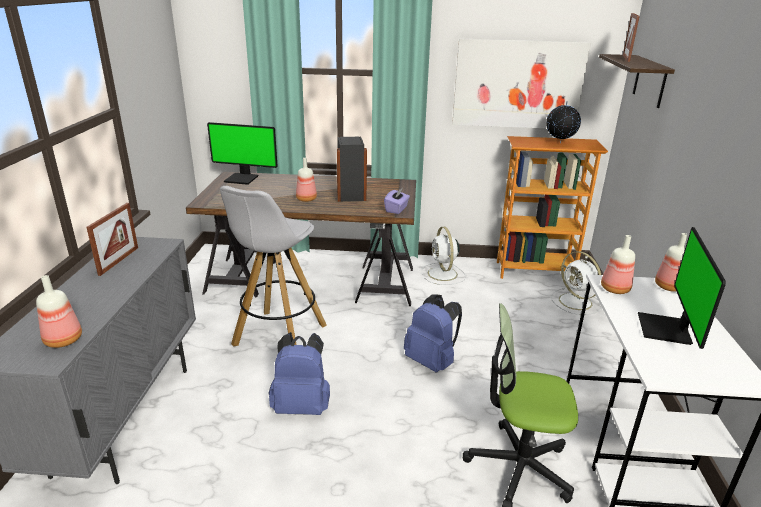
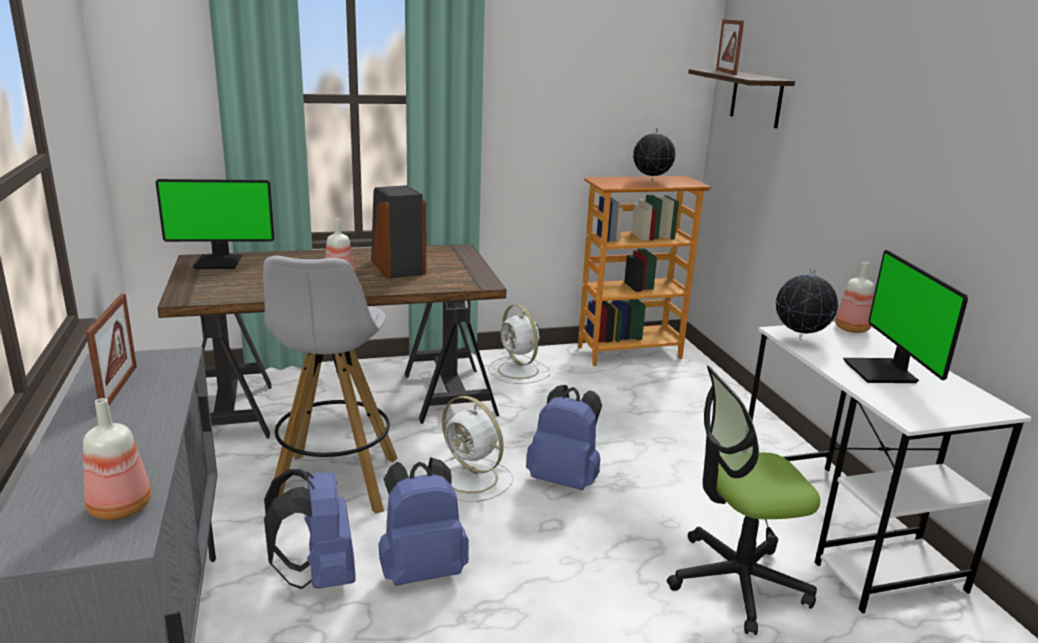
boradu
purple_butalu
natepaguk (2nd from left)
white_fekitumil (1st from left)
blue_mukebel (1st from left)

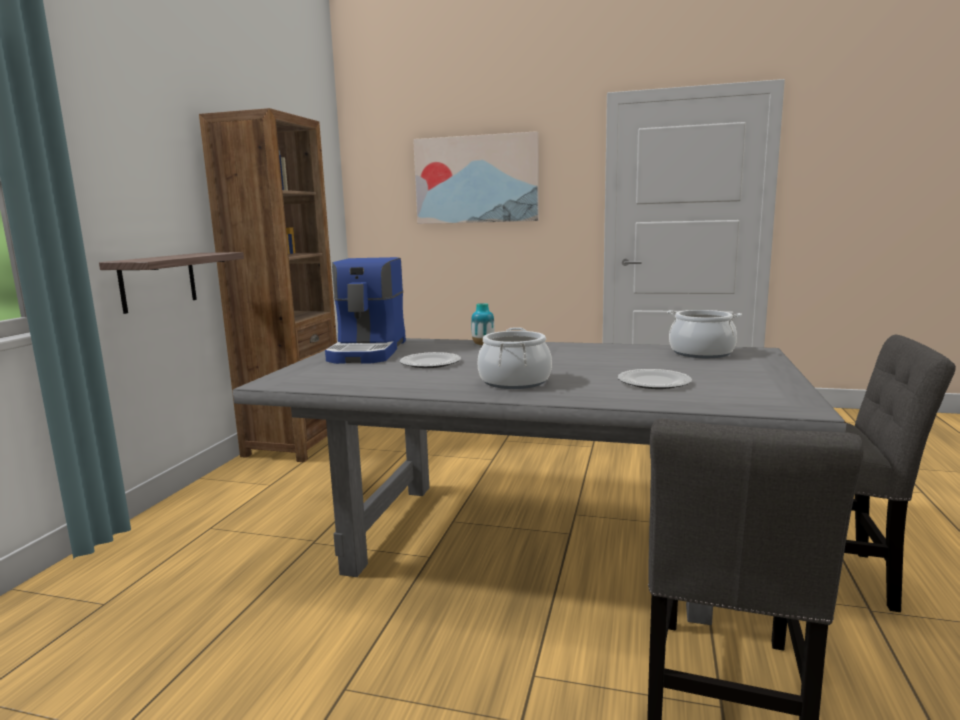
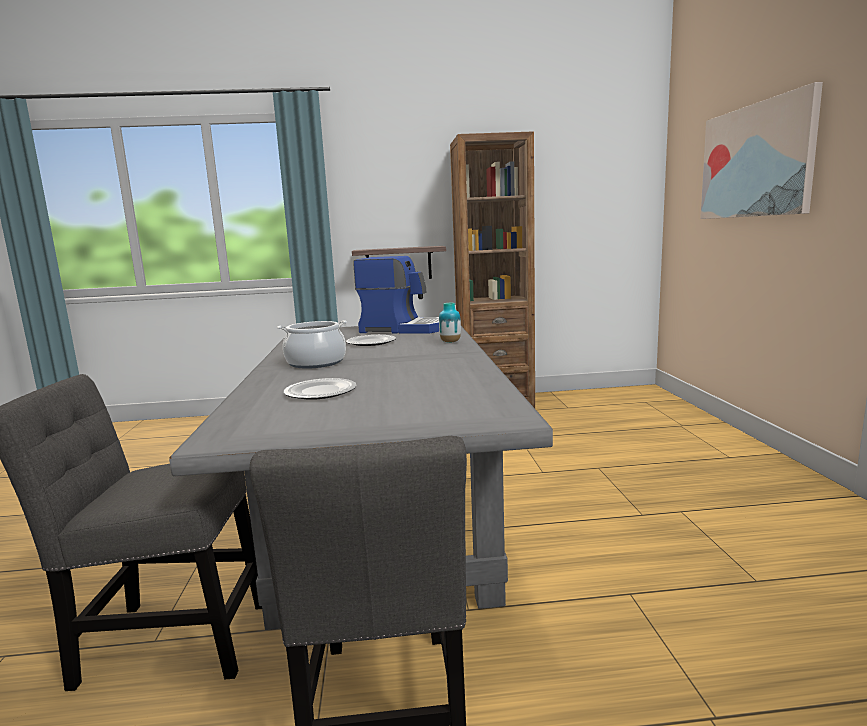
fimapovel
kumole (2nd from left in the first image)

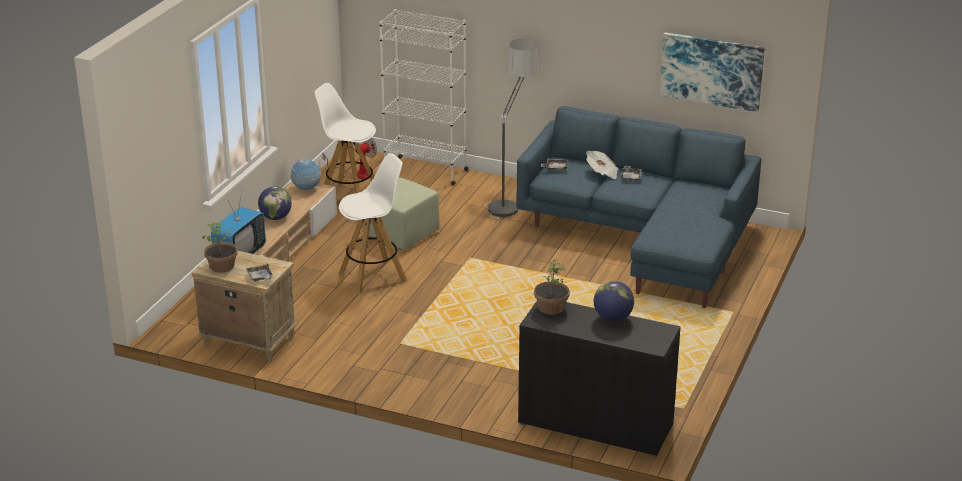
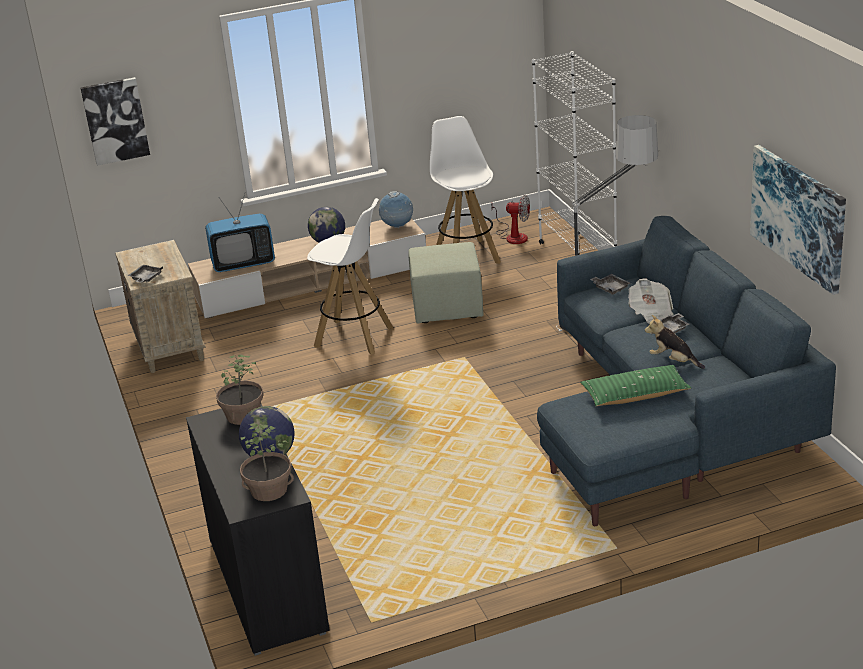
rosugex (2nd from left)
boradu (1st from left)
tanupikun
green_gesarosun

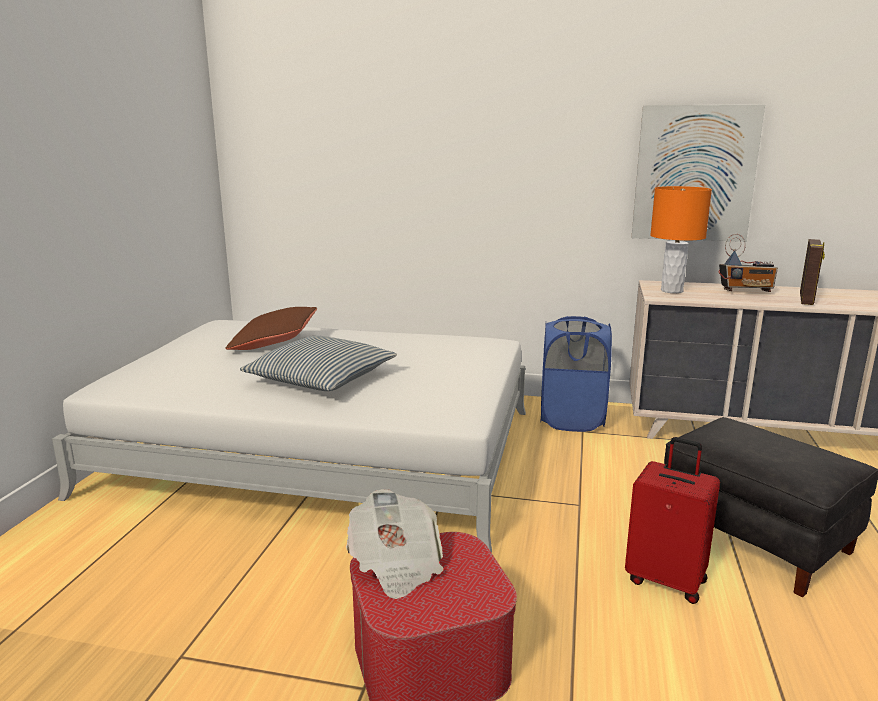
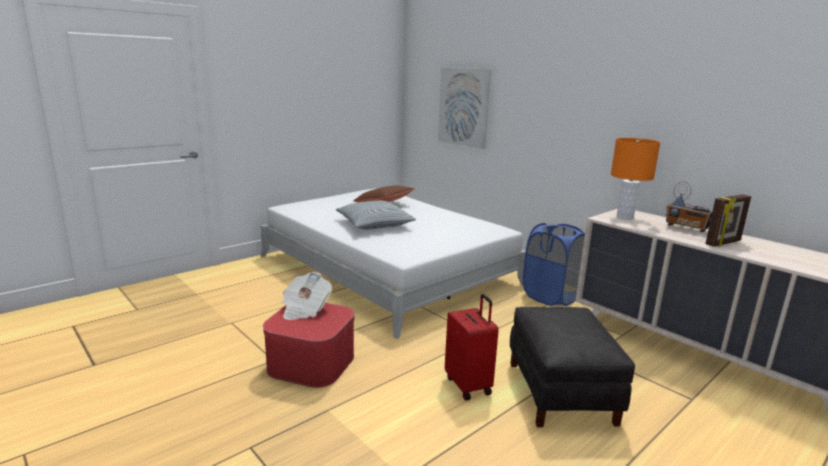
boradu

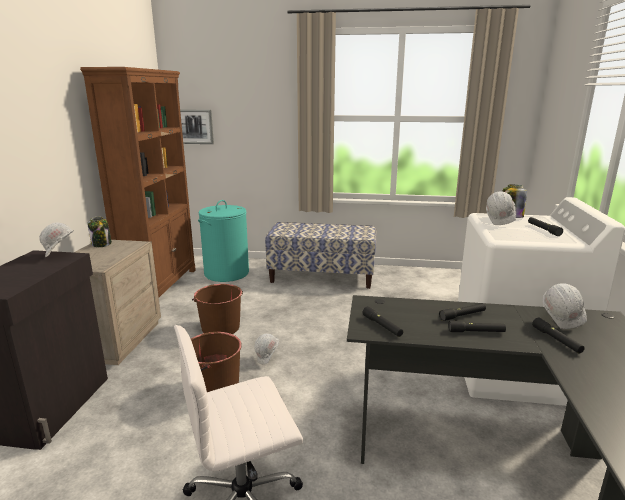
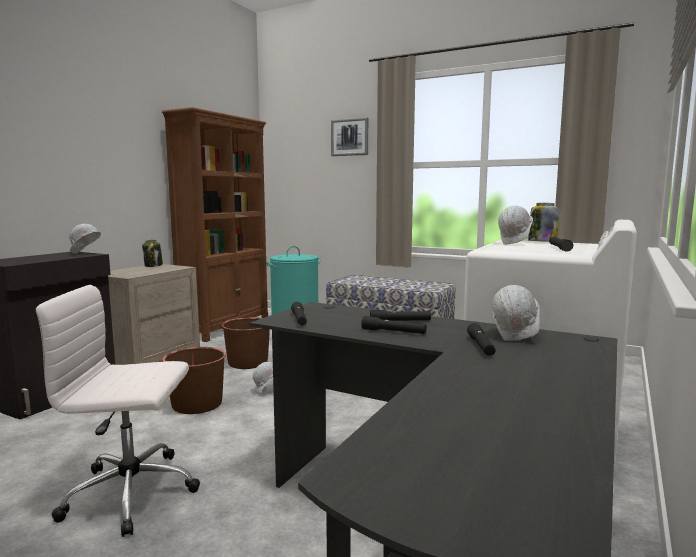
boradu

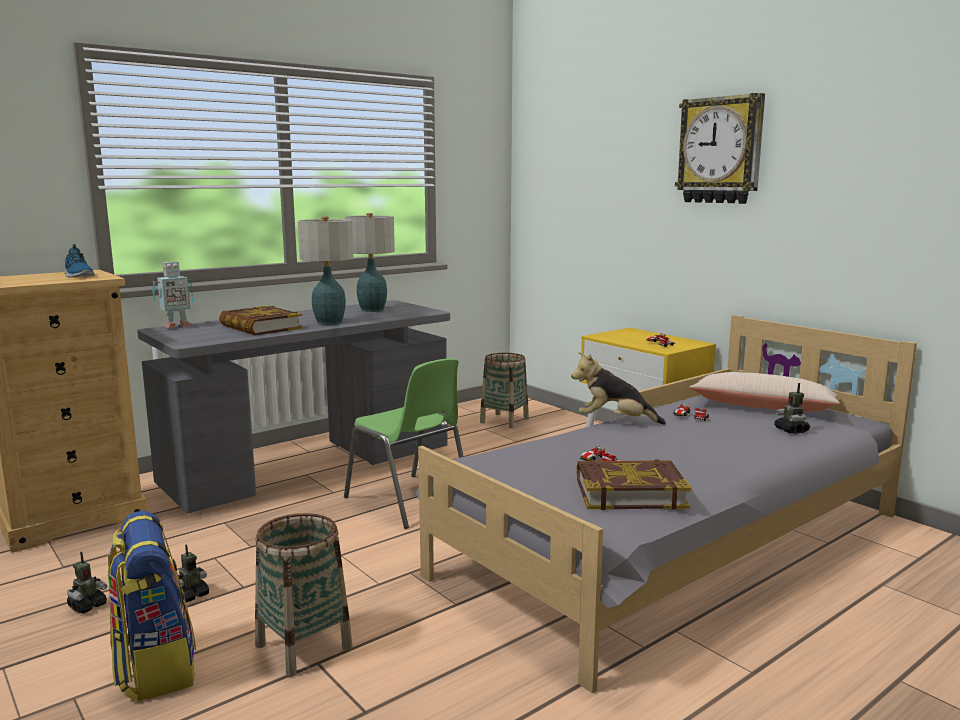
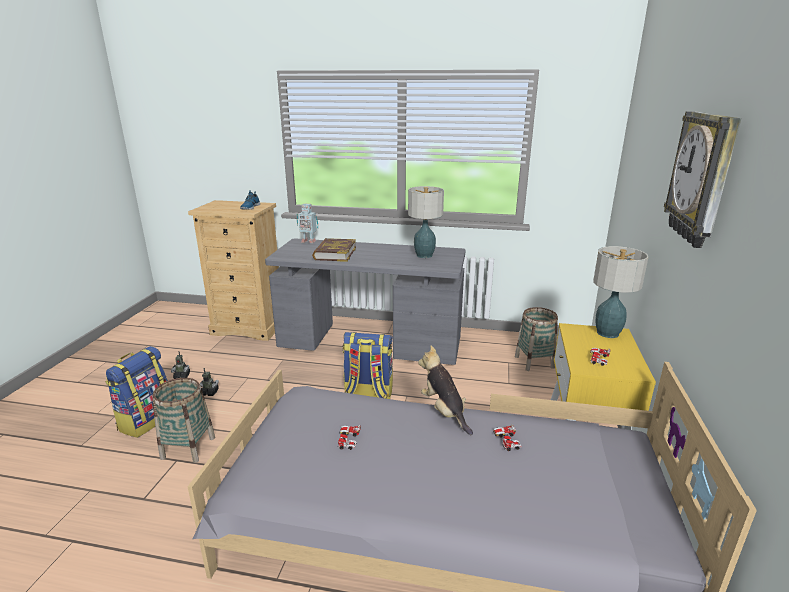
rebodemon (2nd from left)
mukebel (2nd from left)
beige_gesarosun
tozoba (4th from left in the first image)
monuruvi (2nd from left in the first image)

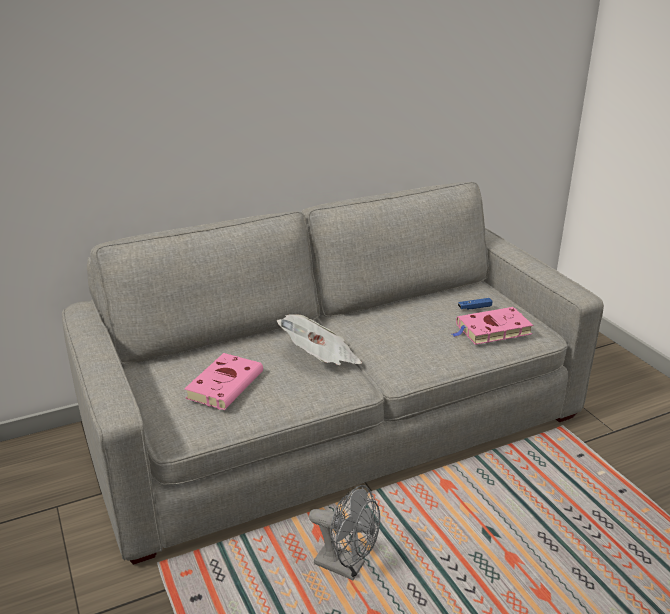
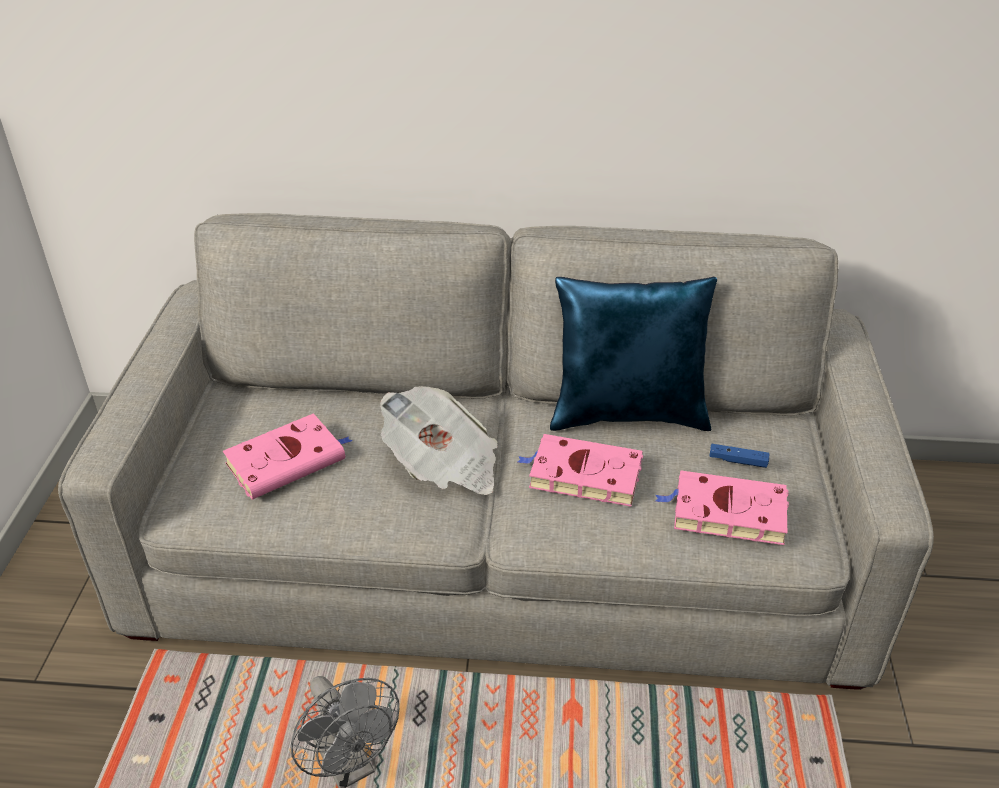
blue_gesarosun
pink_monuruvi (2nd from left)

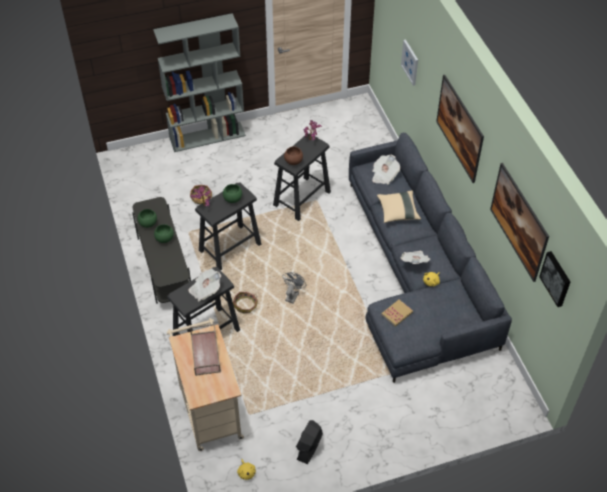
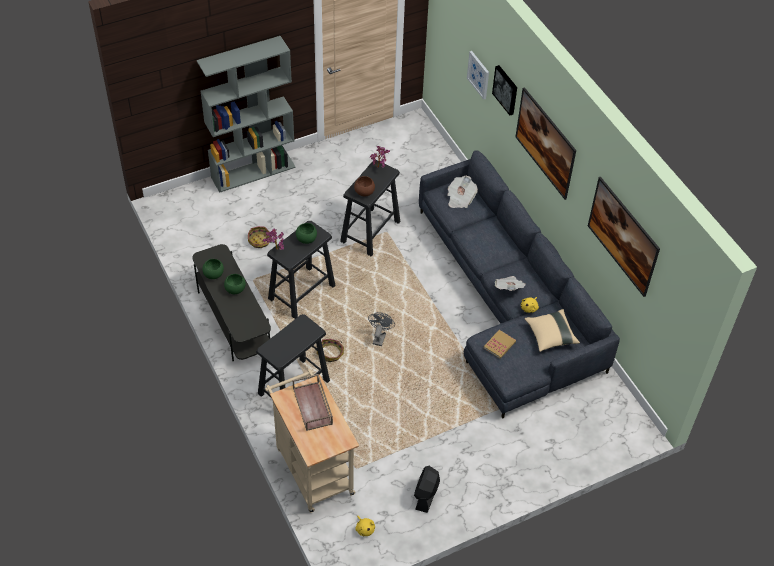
beige_gesarosun
boradu (2nd from left)
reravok (1st from left in the first image)

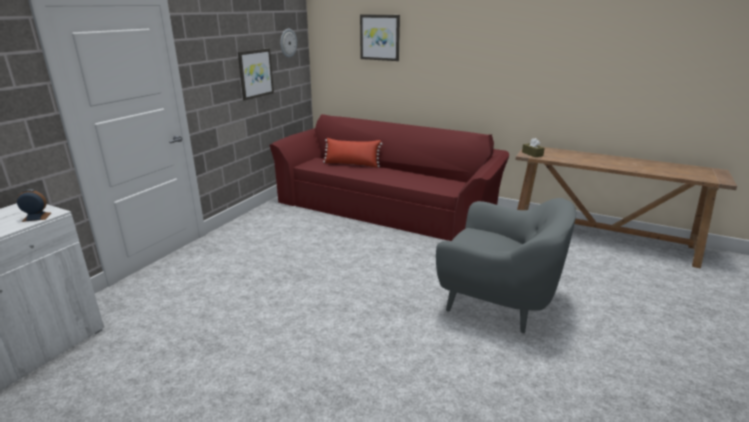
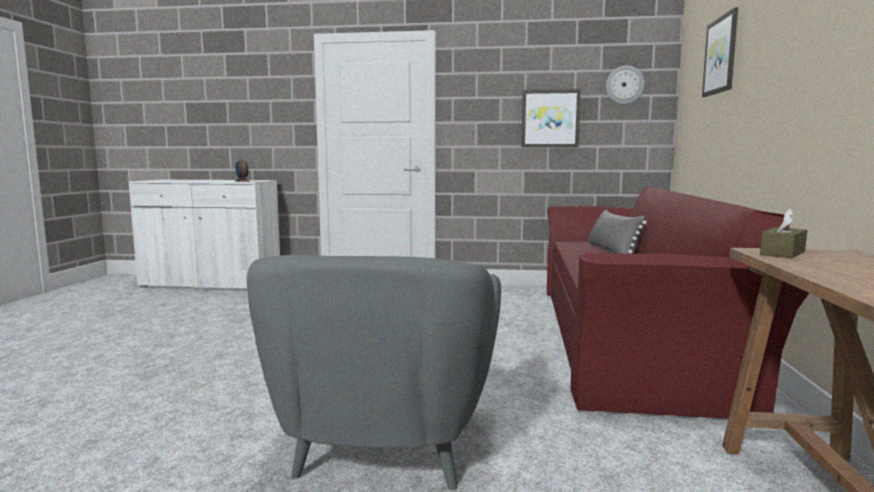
grey_gesarosun

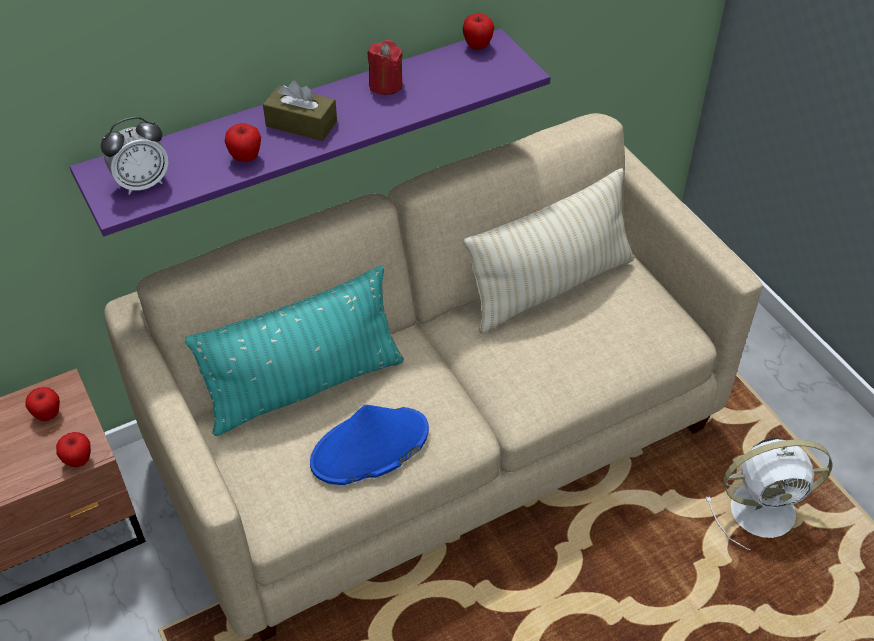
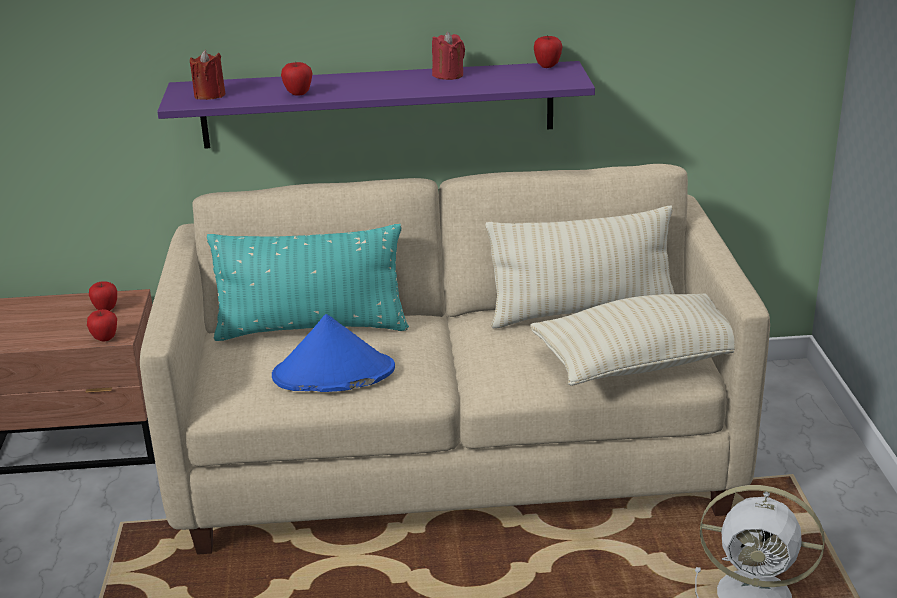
brown_butalu
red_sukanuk (1st from left)
beige_gesarosun (2nd from left)

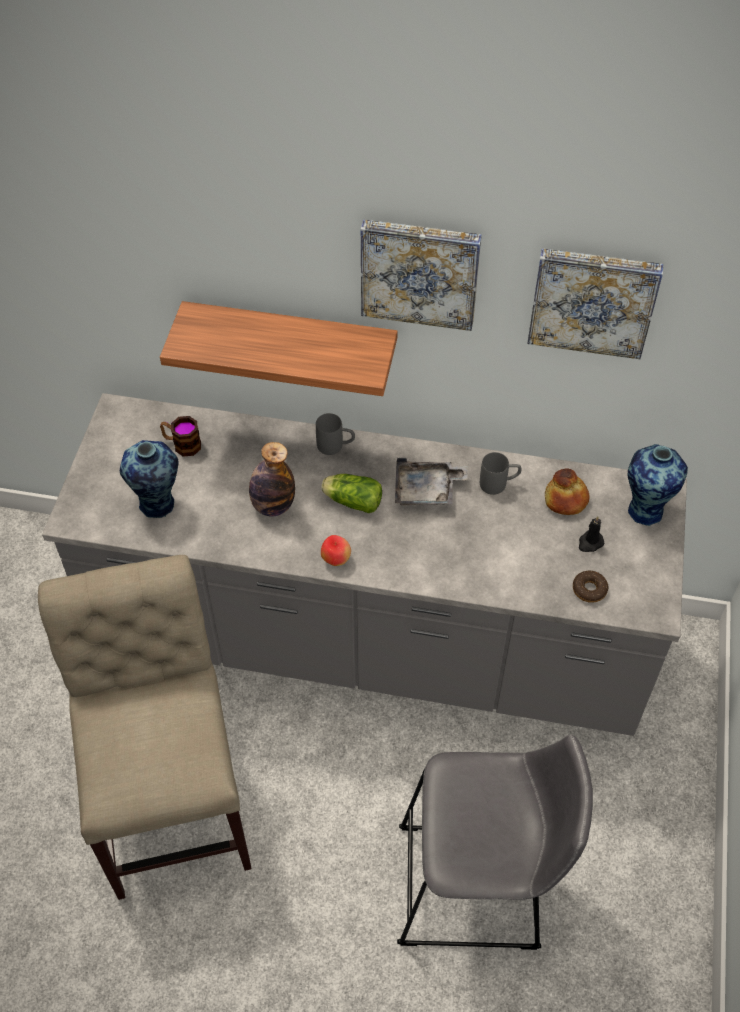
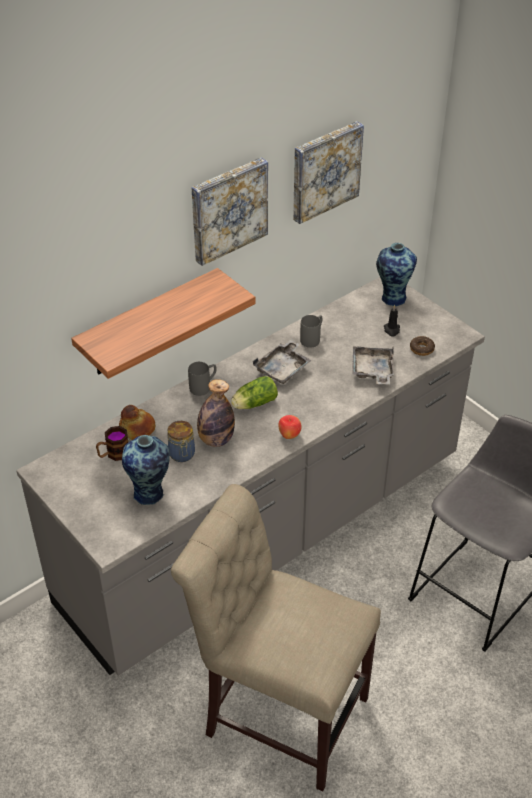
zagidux
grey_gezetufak (2nd from left)
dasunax

